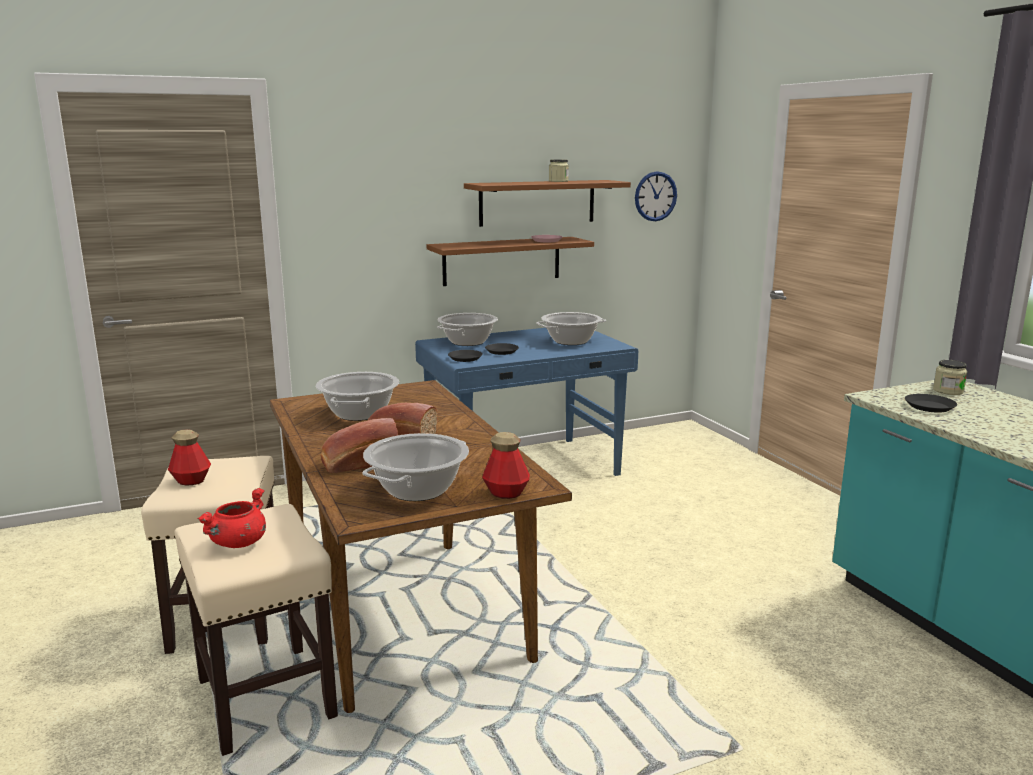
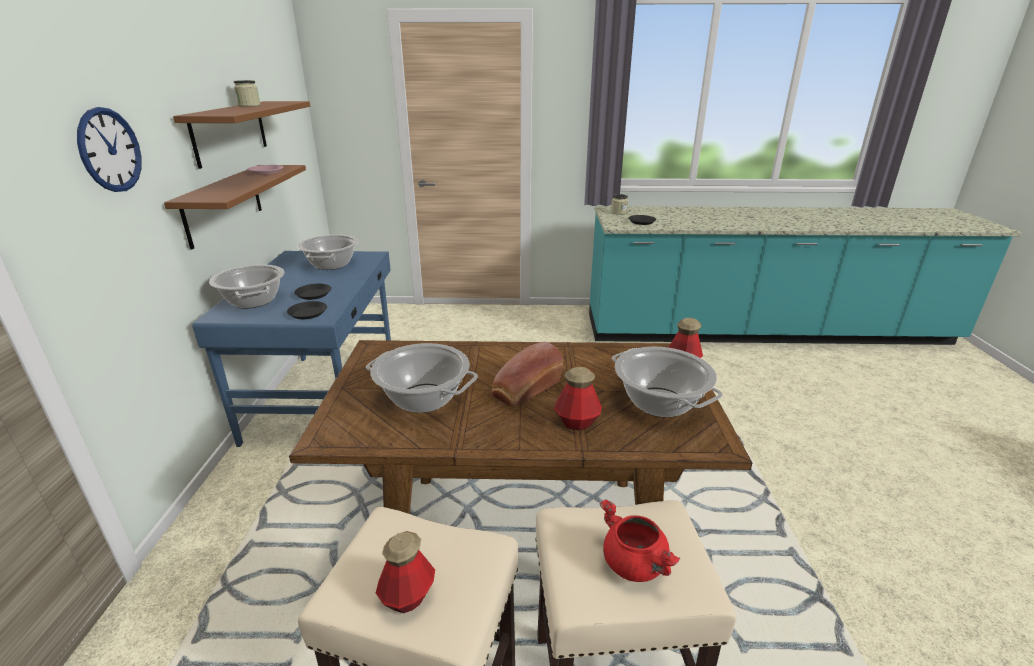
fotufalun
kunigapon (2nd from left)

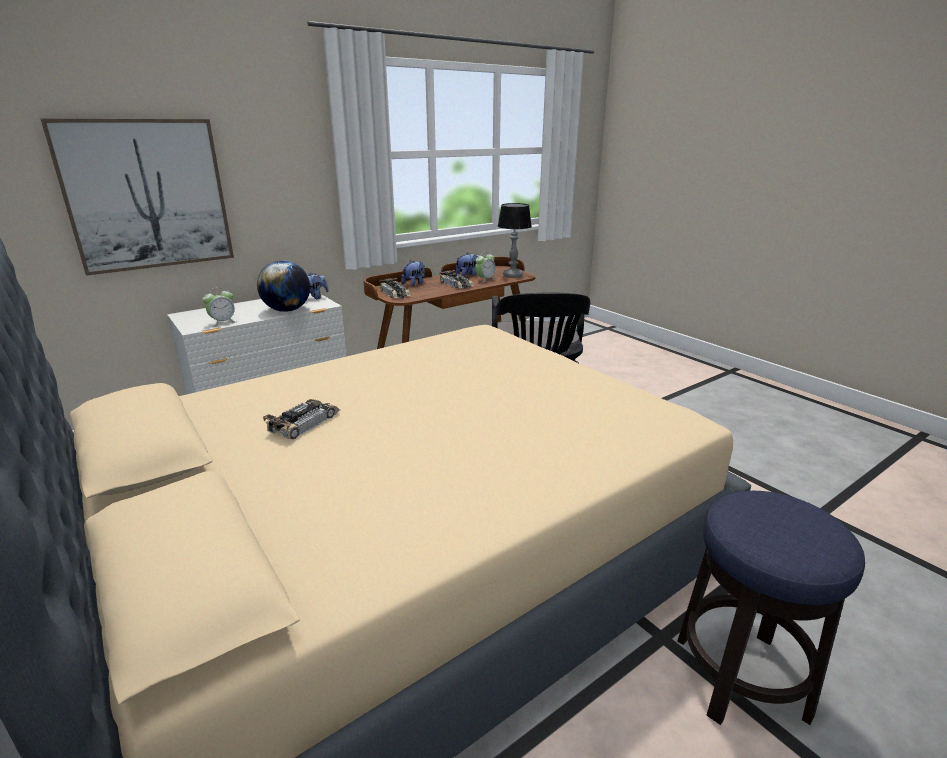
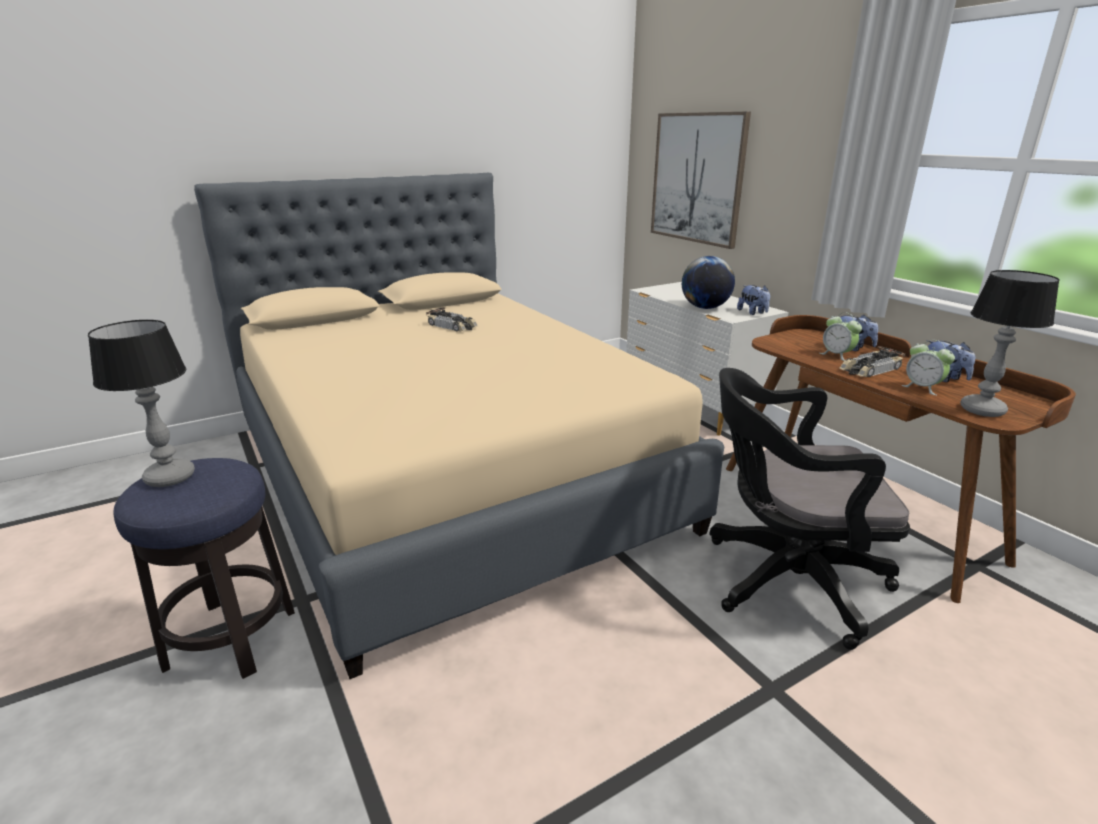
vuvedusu (2nd from left in the first image)
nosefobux (1st from left)
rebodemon (1st from left)

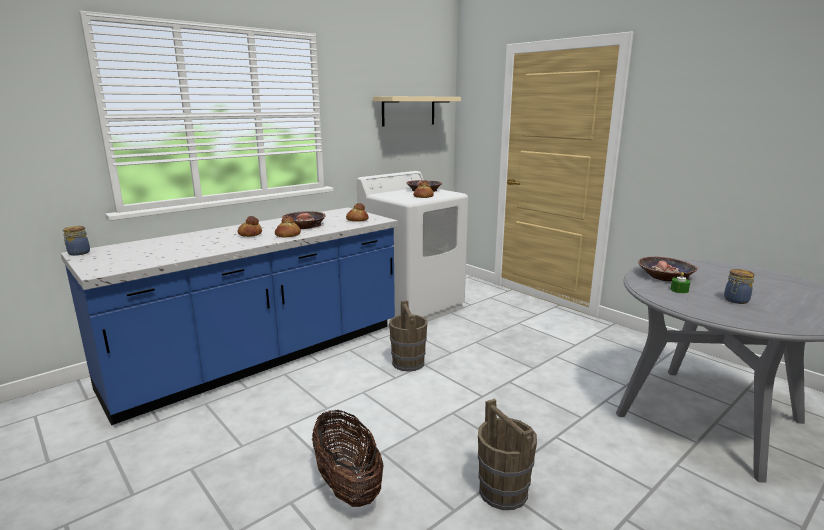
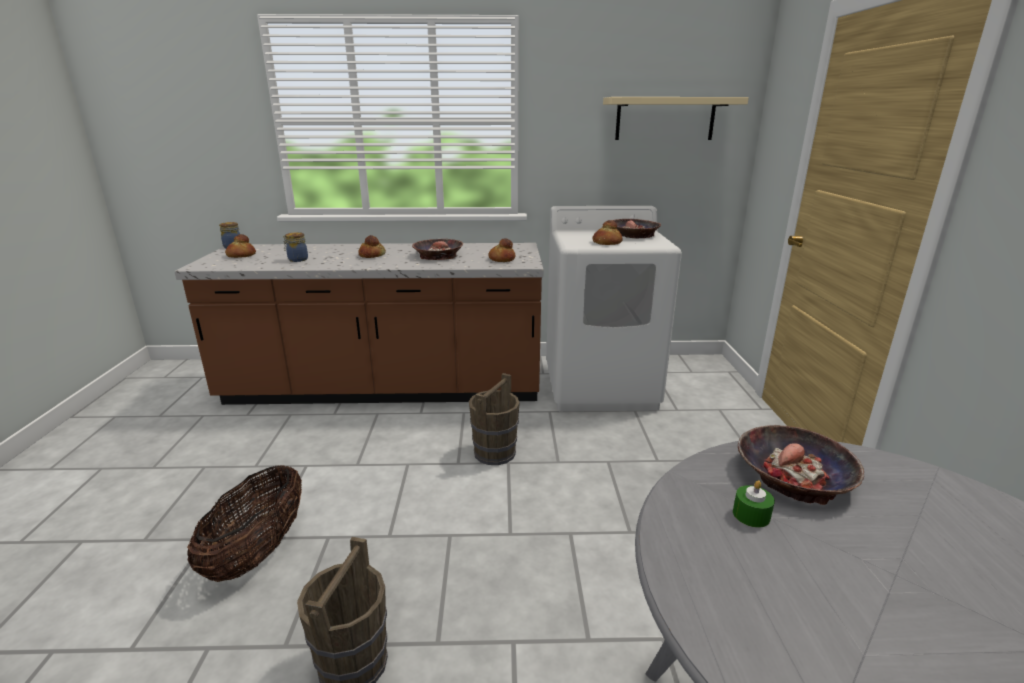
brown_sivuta
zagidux (1st from left)
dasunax (2nd from left)

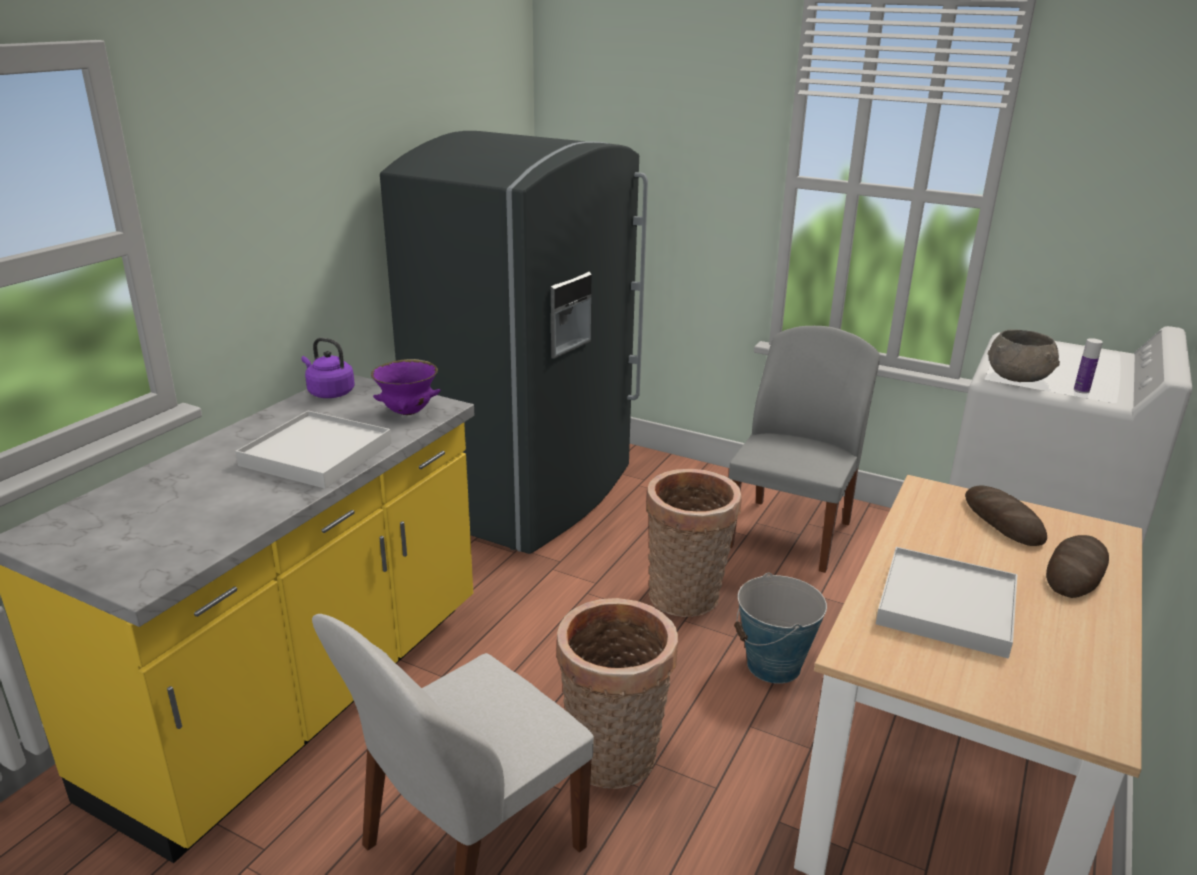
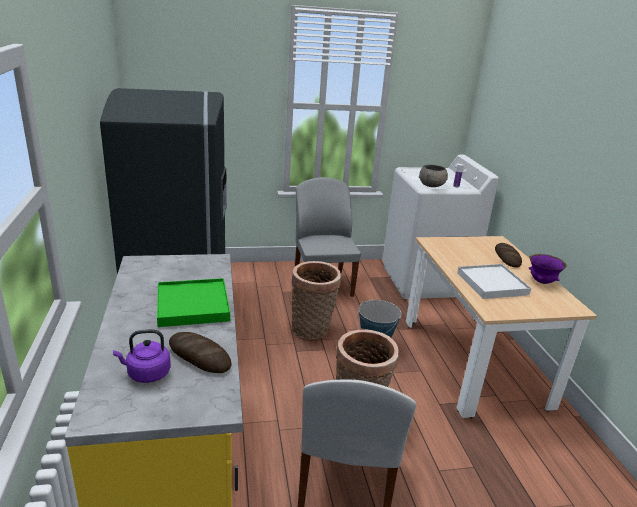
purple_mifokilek
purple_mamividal
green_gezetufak
zagidux (1st from left)

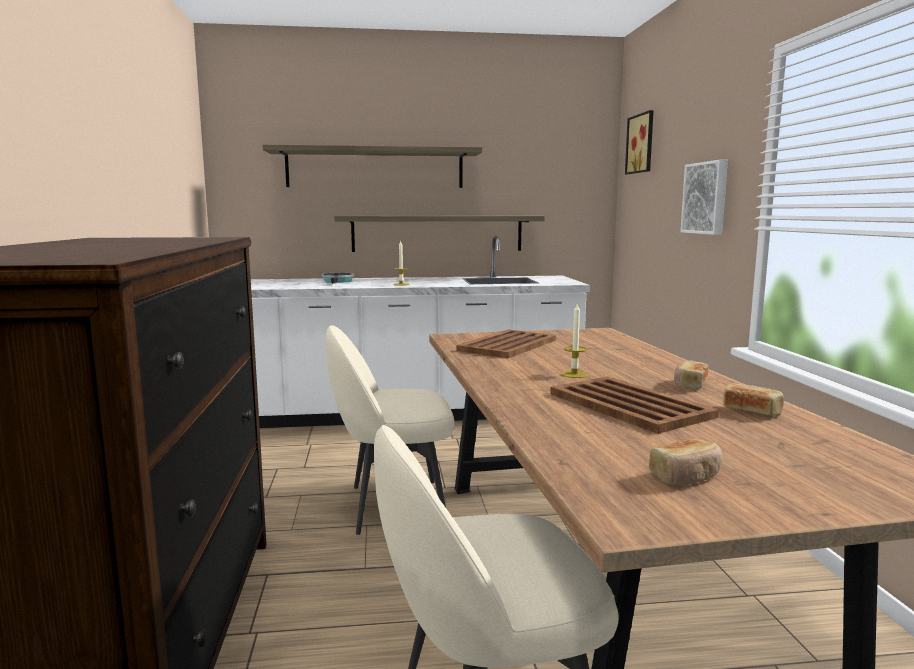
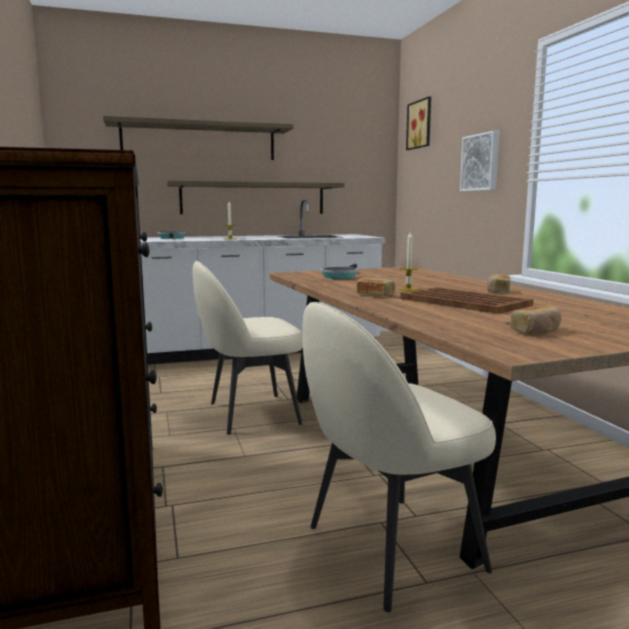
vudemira (2nd from left)
zagidux (1st from left)

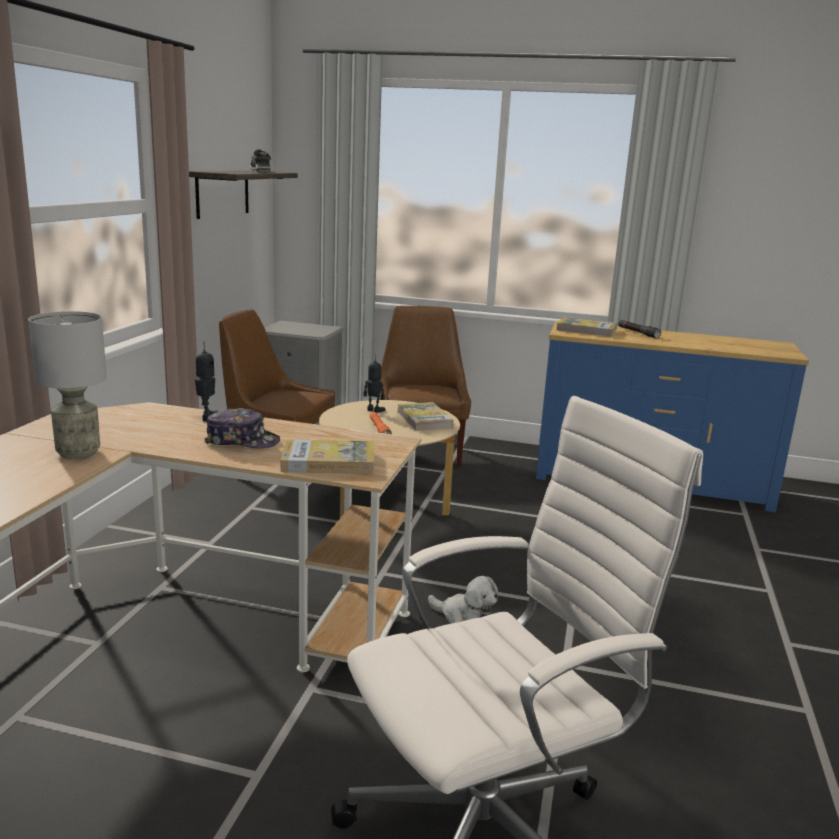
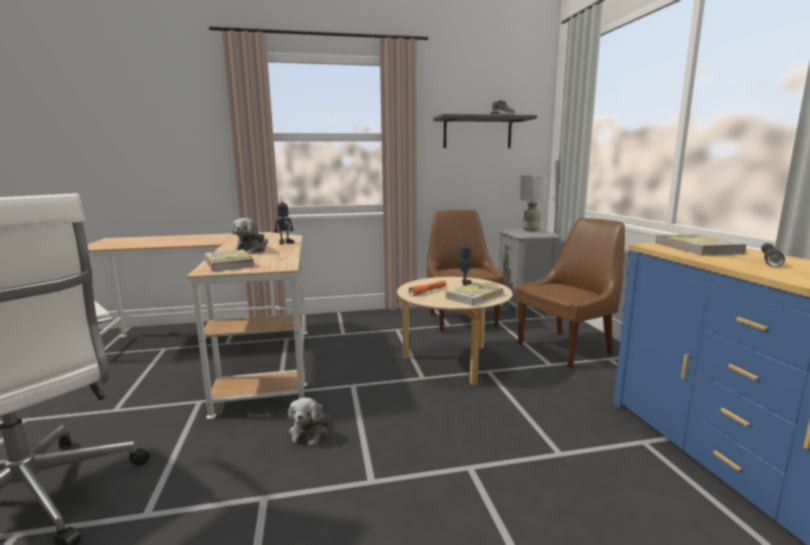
grey_rebodemon
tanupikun (1st from left)

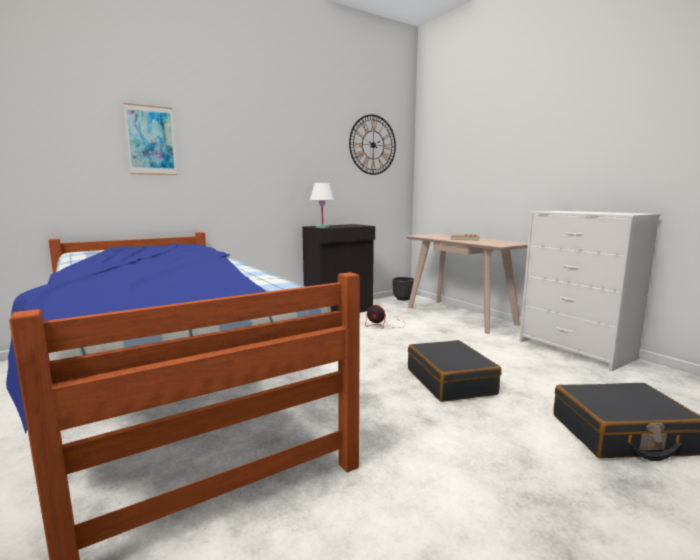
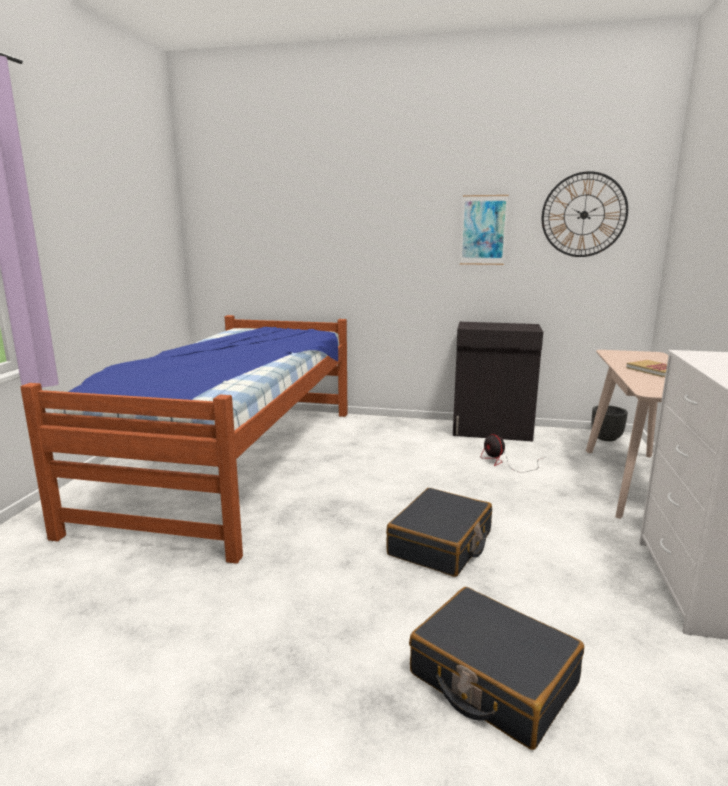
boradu
white_rebodemon

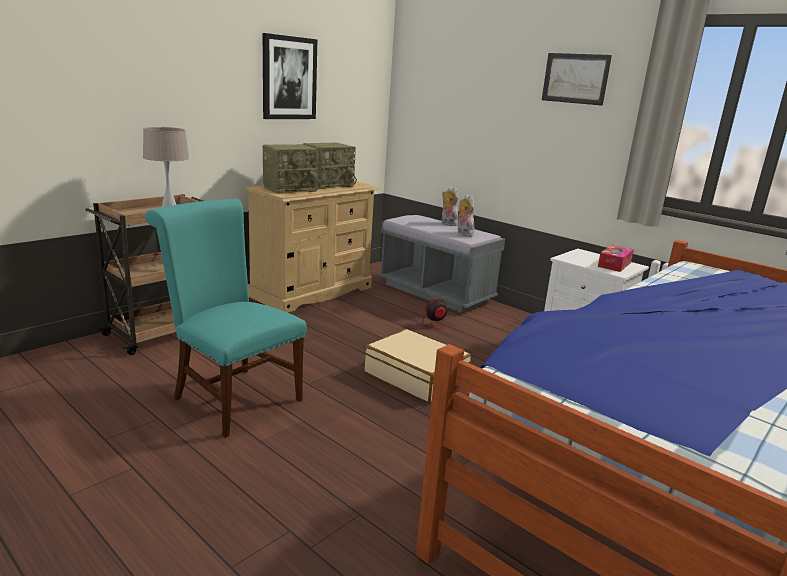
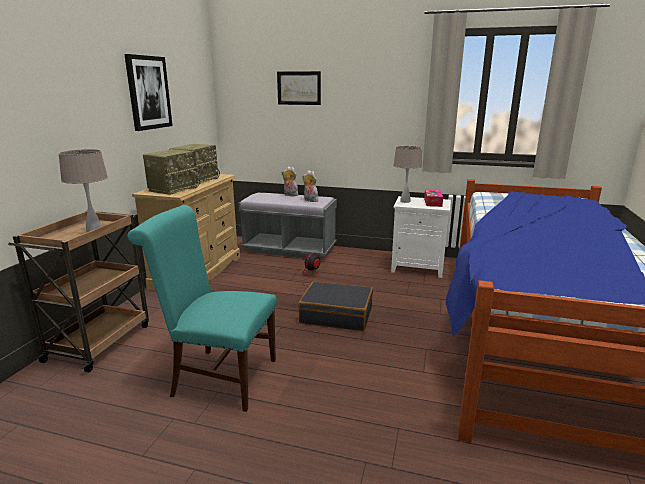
boradu (2nd from left)
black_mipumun
beige_rebodemon (2nd from left)

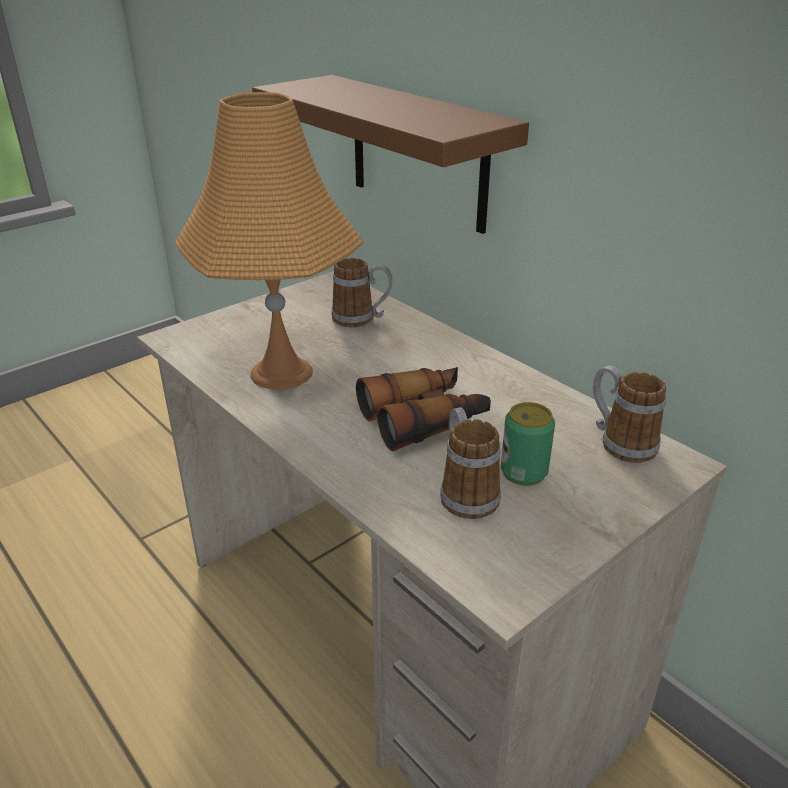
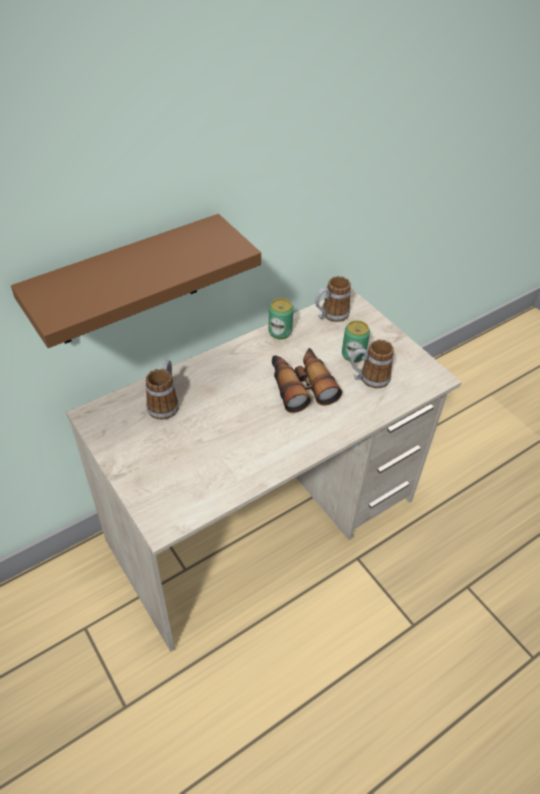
orange_rebodemon
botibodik (1st from left)

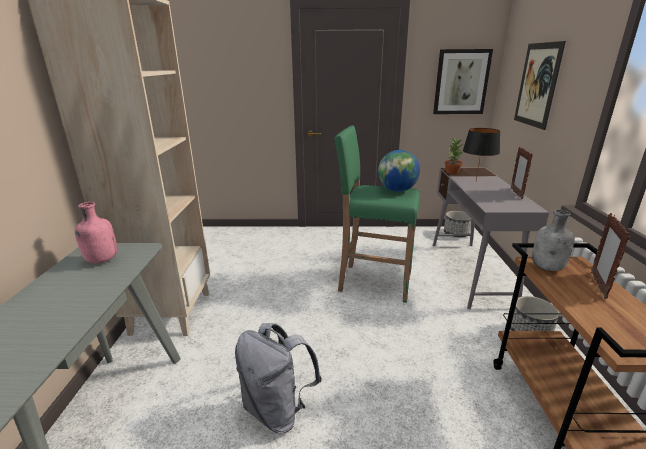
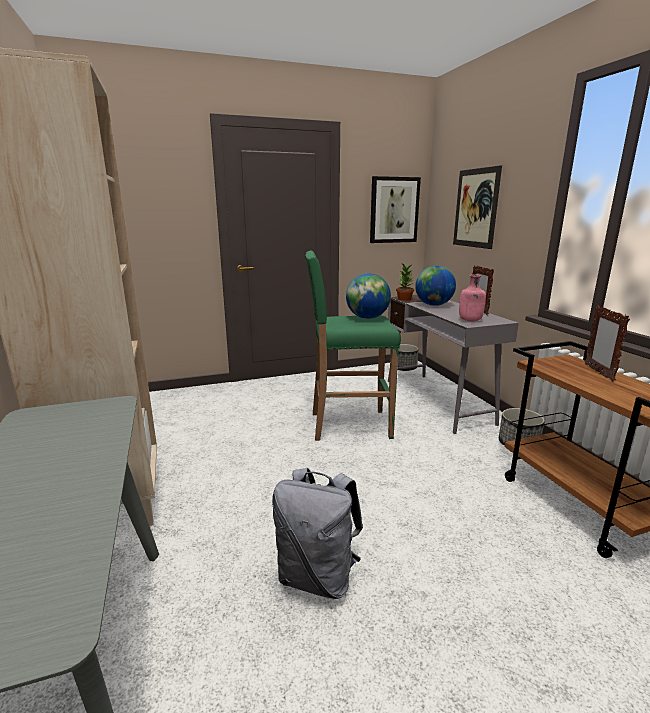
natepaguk (2nd from left)
pink_kunigapon
grey_kunigapon

